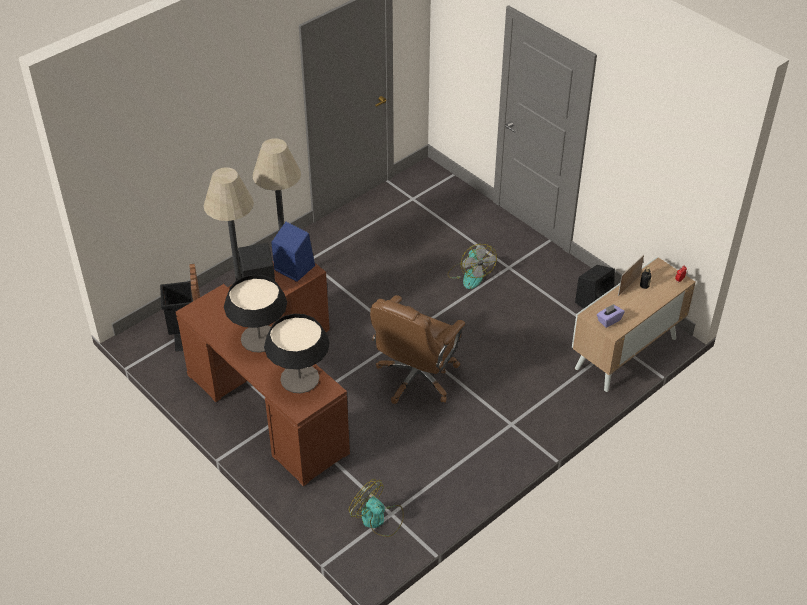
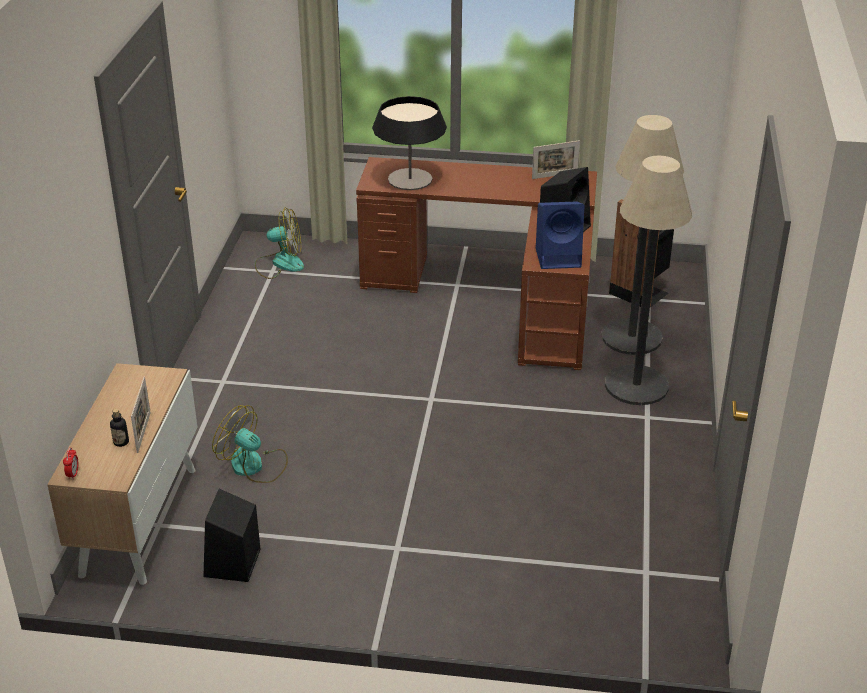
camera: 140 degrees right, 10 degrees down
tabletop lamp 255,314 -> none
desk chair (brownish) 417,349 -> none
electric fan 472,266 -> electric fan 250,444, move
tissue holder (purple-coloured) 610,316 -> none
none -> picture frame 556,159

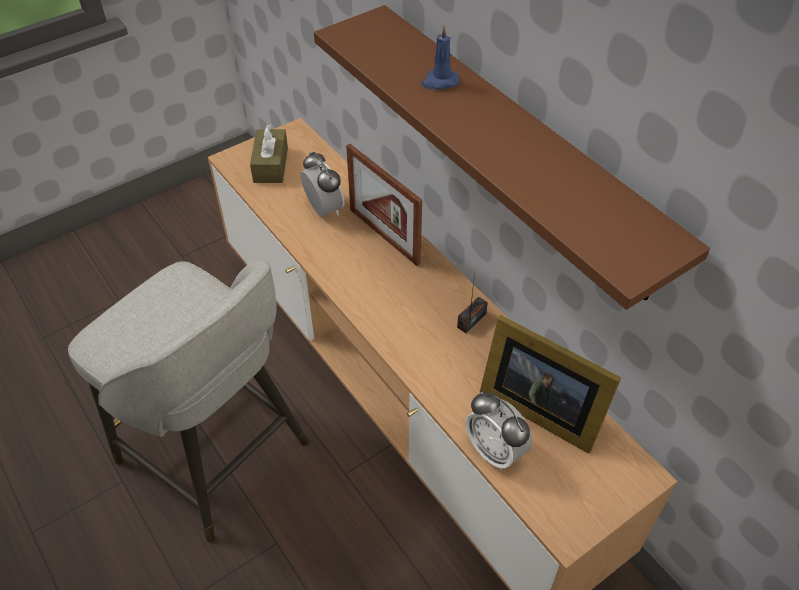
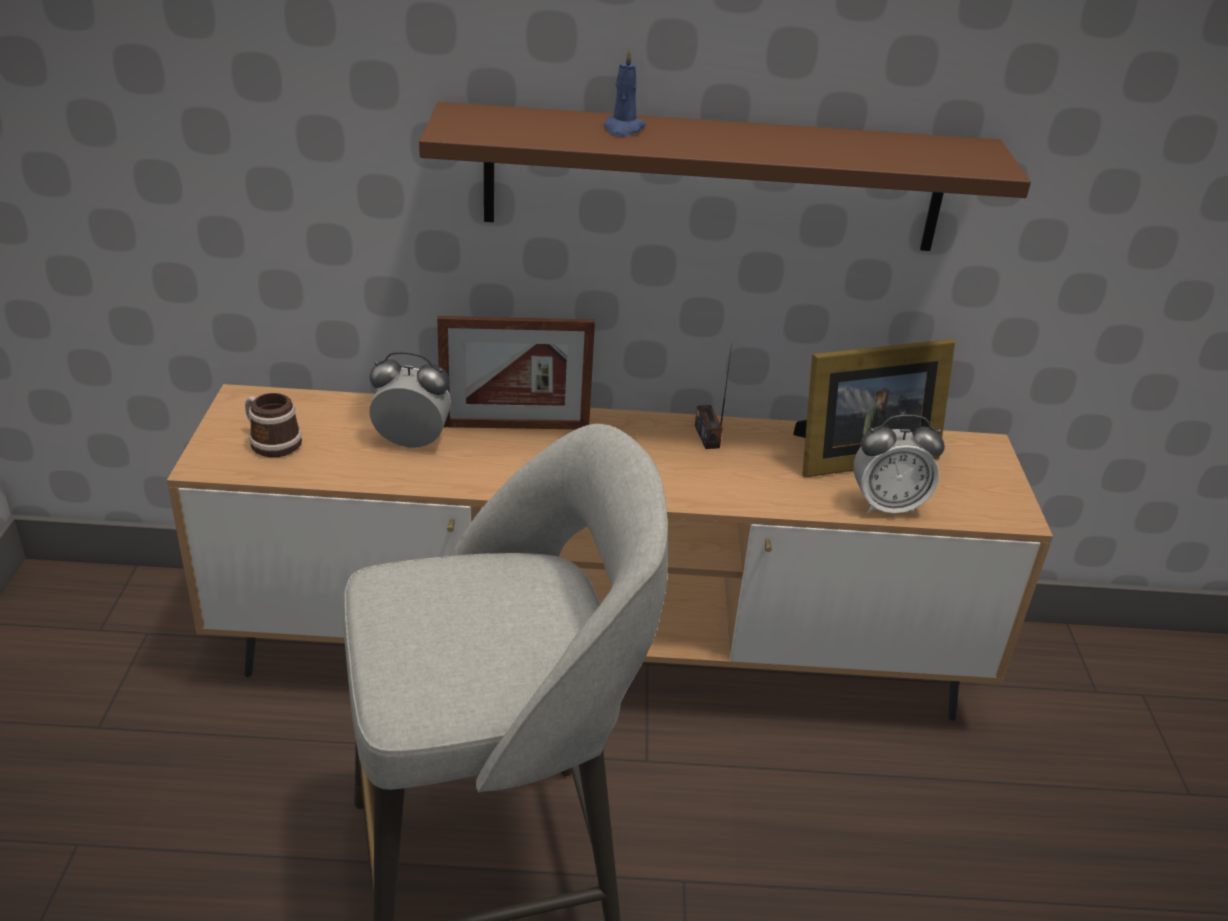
camera: 55 degrees left, 15 degrees down
tissue holder (brownish) 269,153 -> coffee mug 273,425

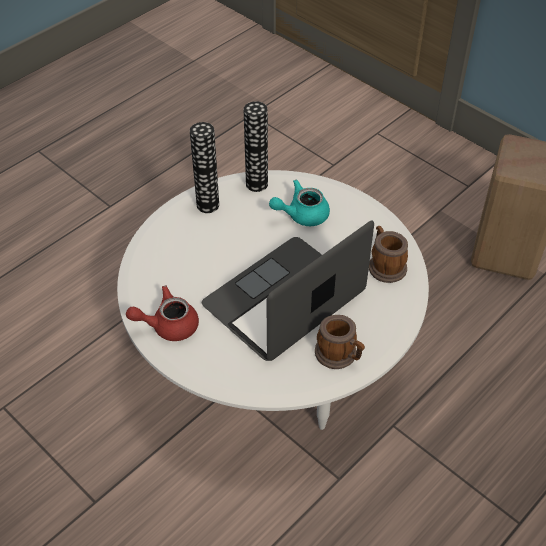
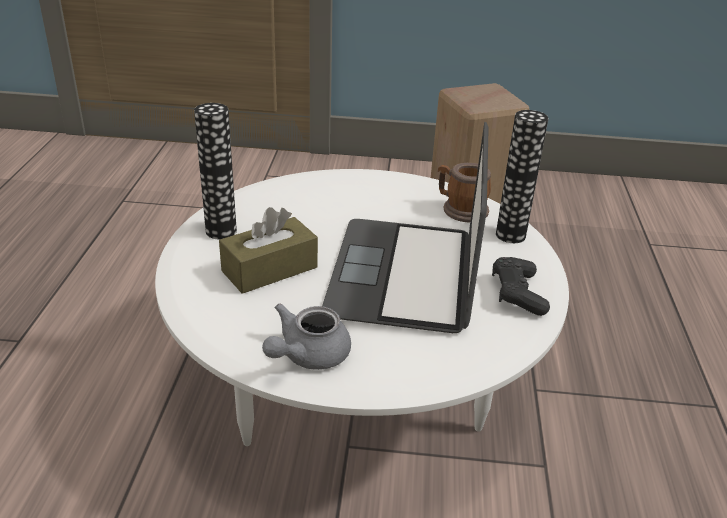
camera: 40 degrees left, 15 degrees down
pot for tea (red) 162,313 -> pot for tea (grey) 306,336
flower vase 256,146 -> flower vase 522,176, move
pot for tea (turquoise-coloured) 299,202 -> none
coffee mug 340,342 -> gamepad (black-coloured) 521,286
none -> tissue holder (brownish) 268,250

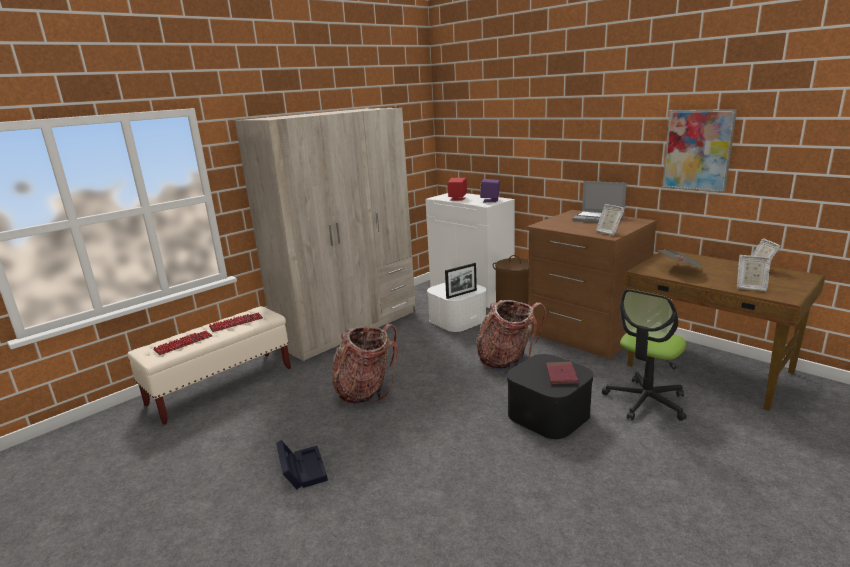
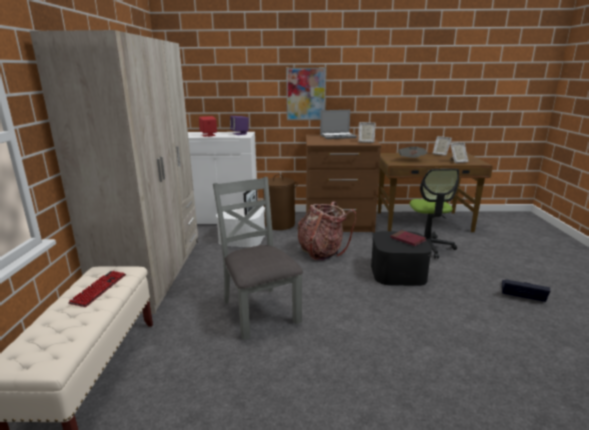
camera: 45 degrees left, 0 degrees up
keyboard 183,343 -> none
storage container (black-coloured) 302,464 -> storage container (black-coloured) 526,290, move
backpack 365,364 -> upright chair (grey) 258,258
picture 699,151 -> picture 306,94, move

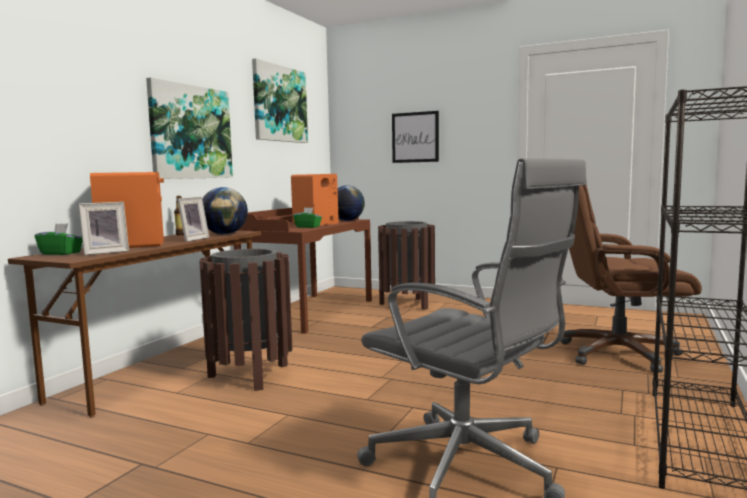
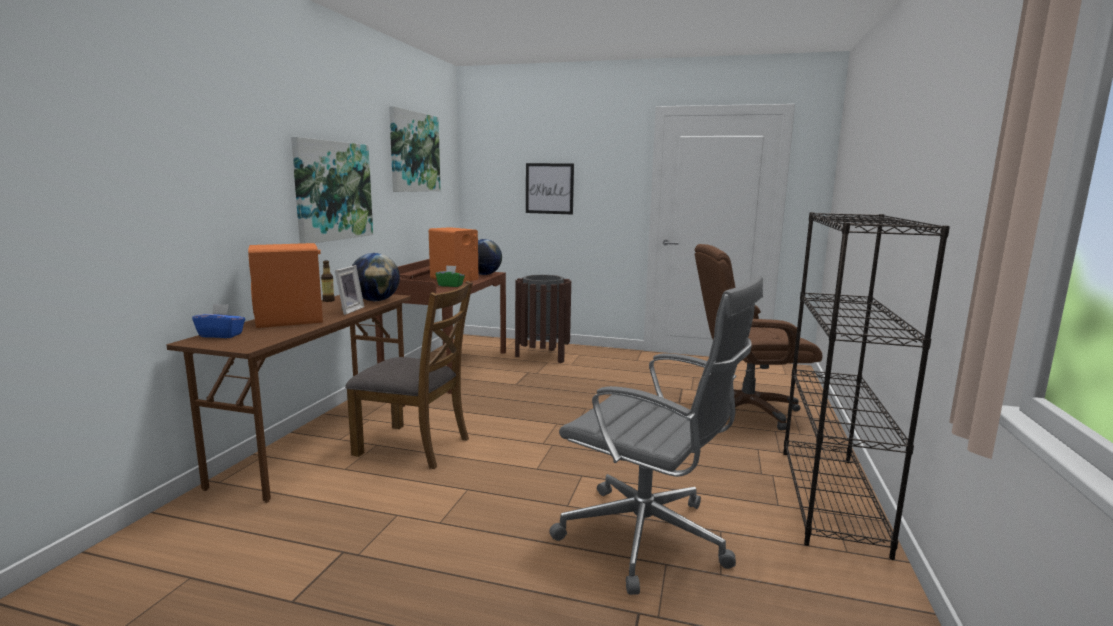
camera: 10 degrees left, 5 degrees up
tissue holder (greenish) 58,239 -> tissue holder (blue-coloured) 218,321
picture frame 103,228 -> none
rubbish bin (brownish) 245,320 -> upright chair (brownish) 409,375

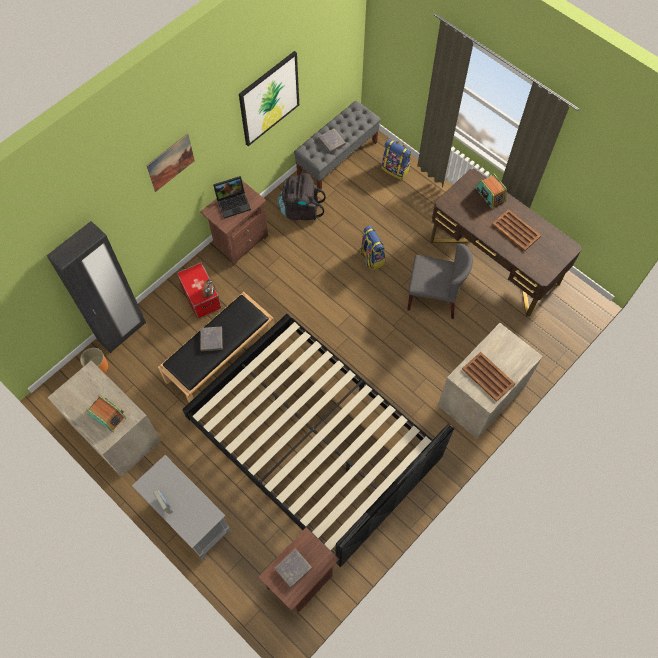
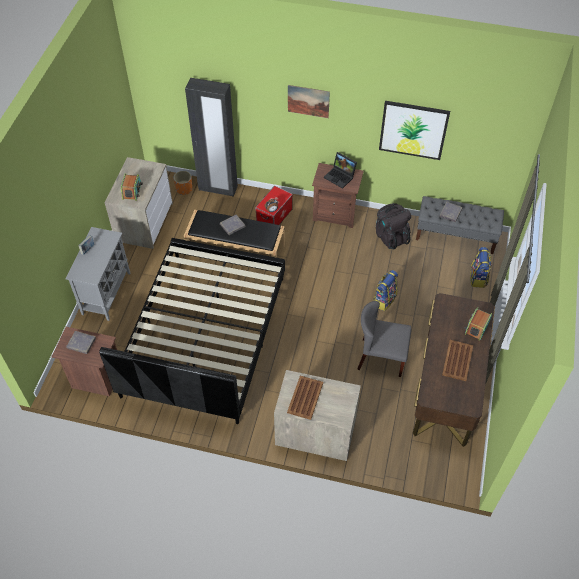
camera: 60 degrees right, 10 degrees down
upright chair (grey) 440,281 -> upright chair (grey) 384,339, 120 degrees clockwise

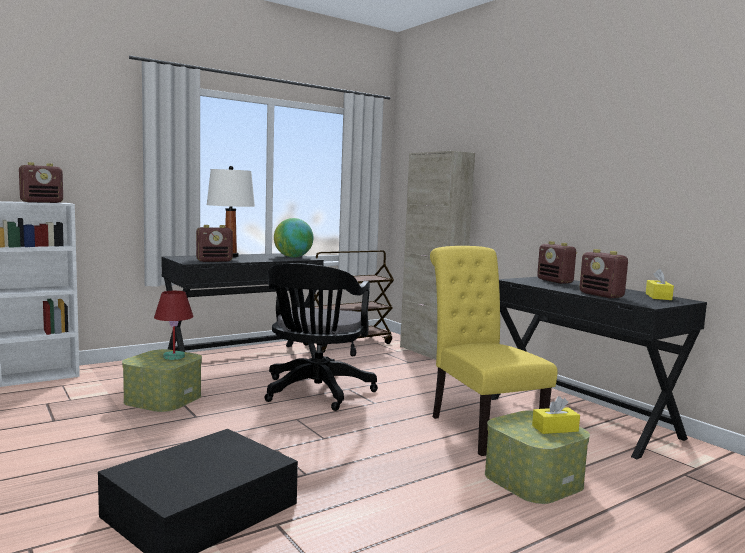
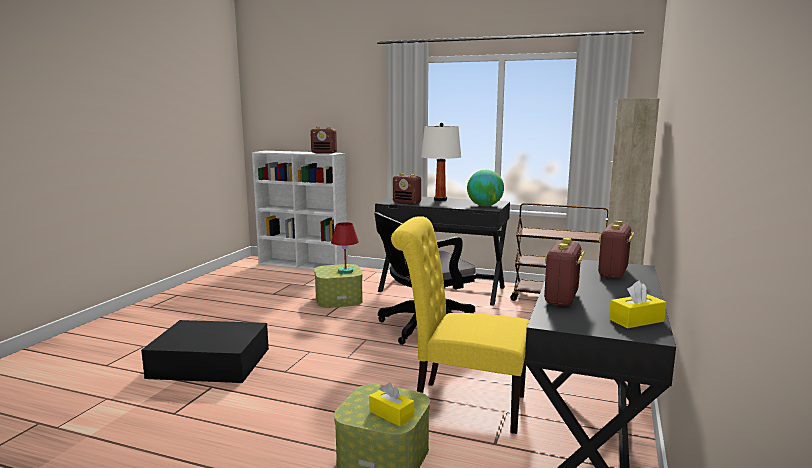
camera: 55 degrees right, 5 degrees up
upright chair (yellow-coloured) 493,351 -> upright chair (yellow-coloured) 460,325, 105 degrees counterclockwise

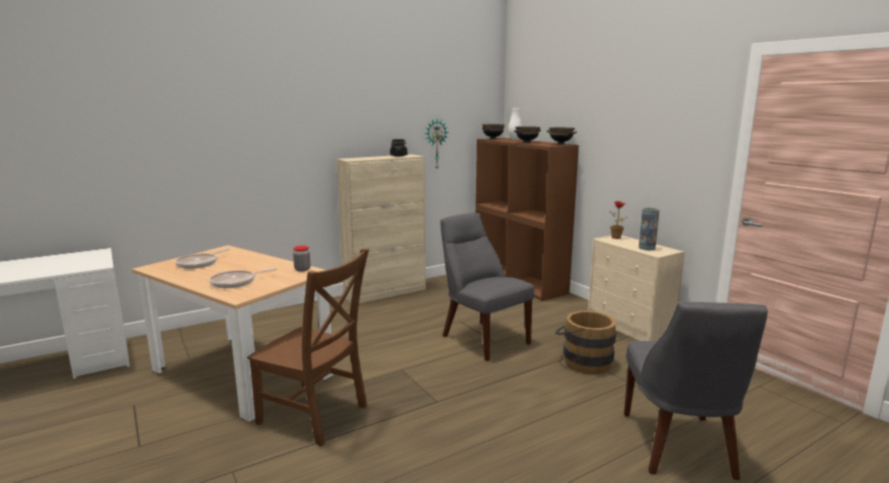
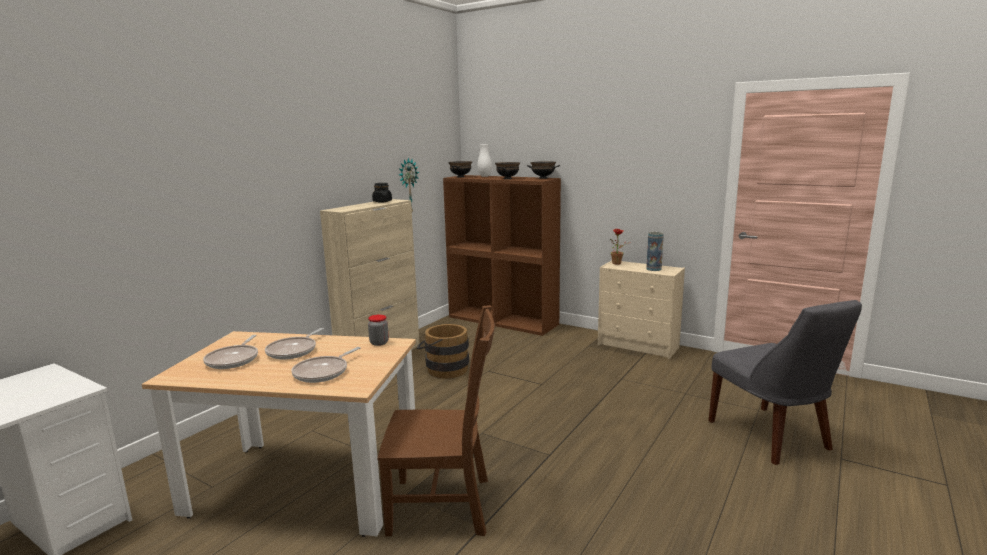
camera: 25 degrees left, 0 degrees up
upright chair (grey) 487,287 -> none
water bucket (brownish) 585,342 -> water bucket (brownish) 443,351, move
none -> skillet 294,344

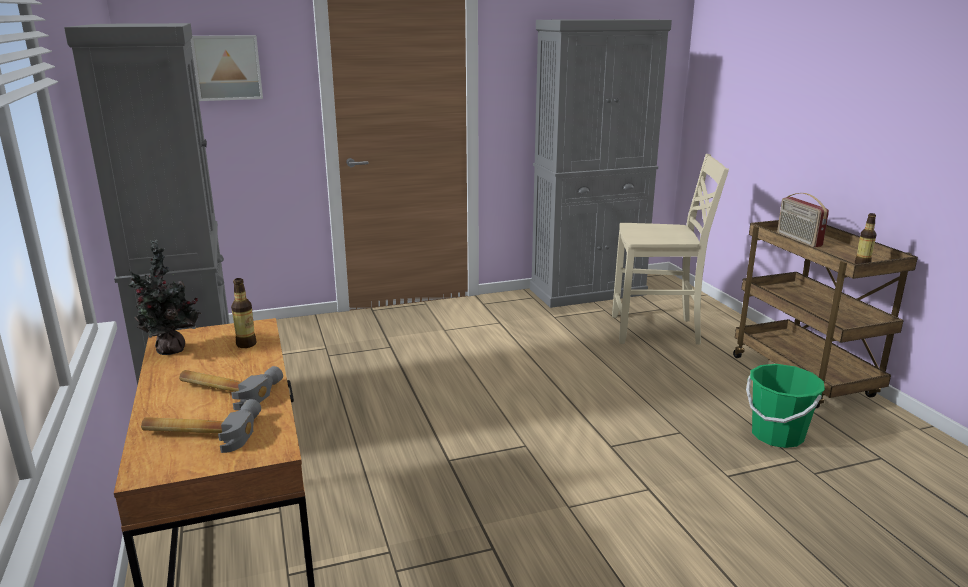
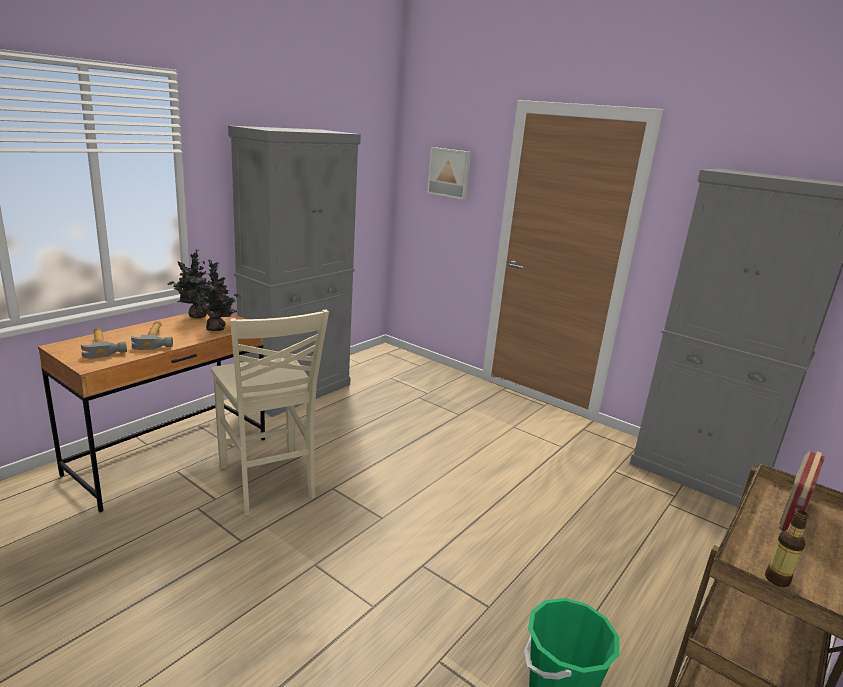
camera: 55 degrees right, 0 degrees up
beverage bottle 244,313 -> plant in a pot 215,295
upright chair (sand-coloured) 670,249 -> upright chair (sand-coloured) 270,412, move

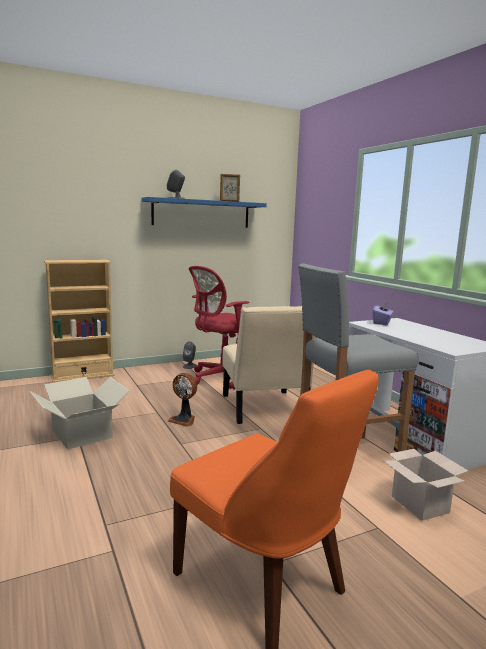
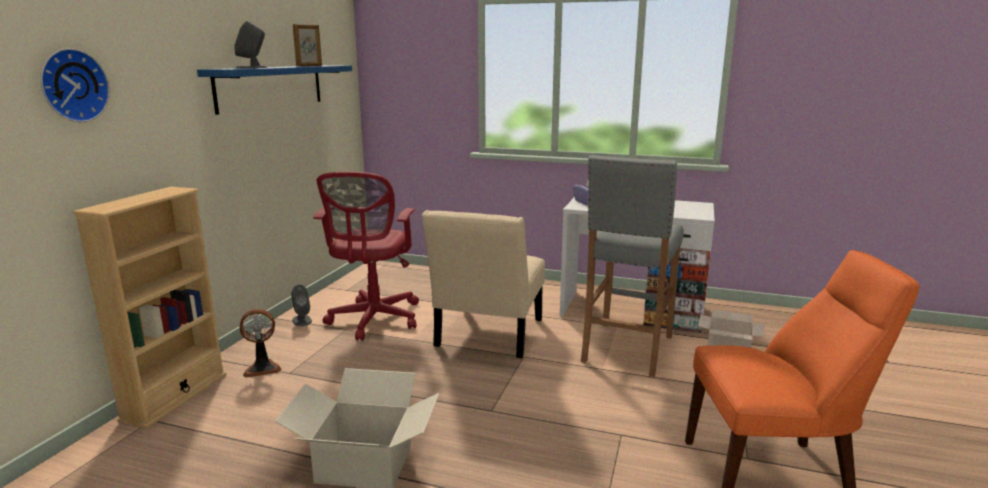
camera: 45 degrees left, 5 degrees up
electric fan 182,400 -> electric fan 261,343, move
upright chair (sand-coloured) 270,365 -> upright chair (sand-coloured) 483,284, 75 degrees clockwise
none -> hanging clock 75,85

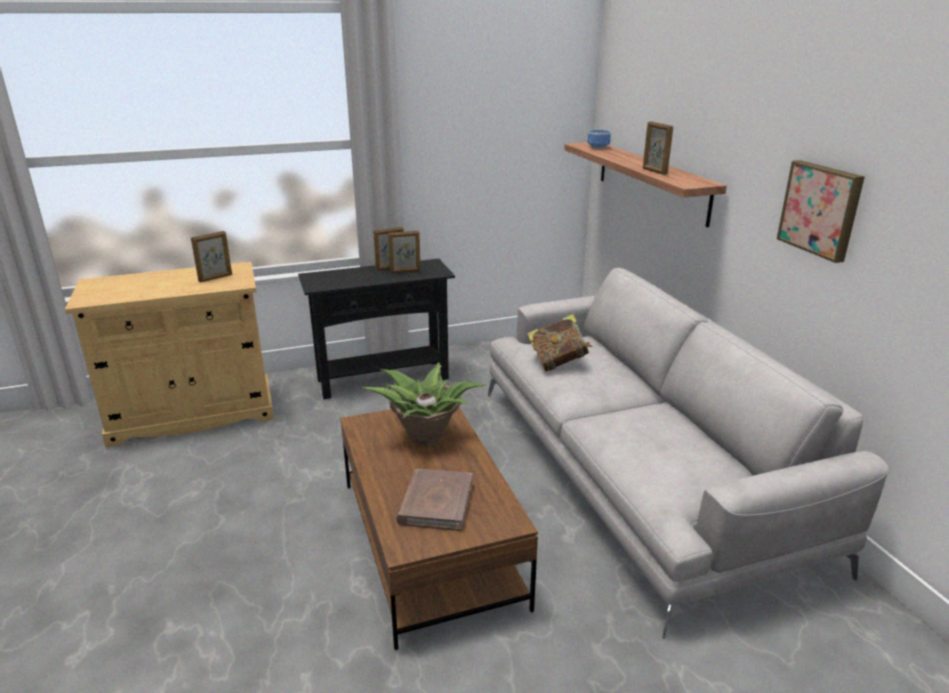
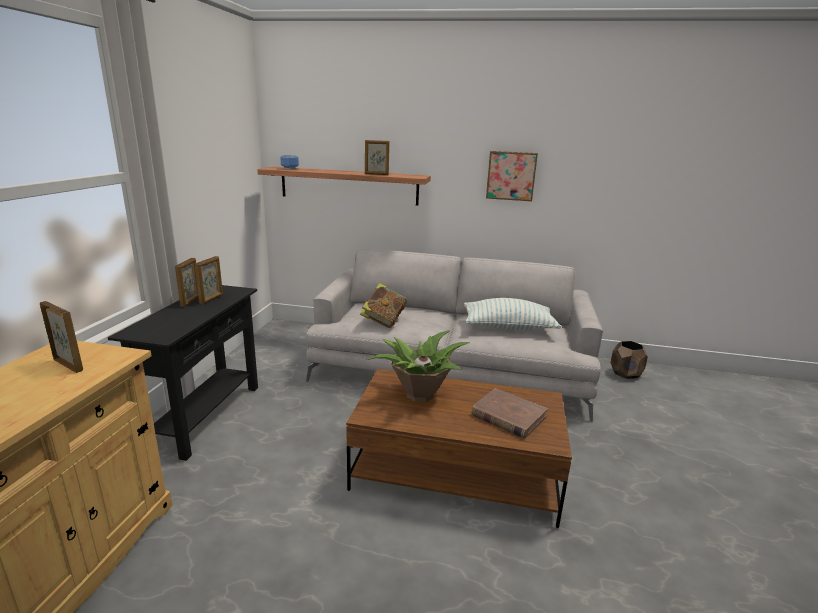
camera: 60 degrees left, 5 degrees down
picture frame 211,257 -> picture frame 61,337, 45 degrees counterclockwise
none -> cushion 512,314
none -> plant pot (brownish) 629,360

